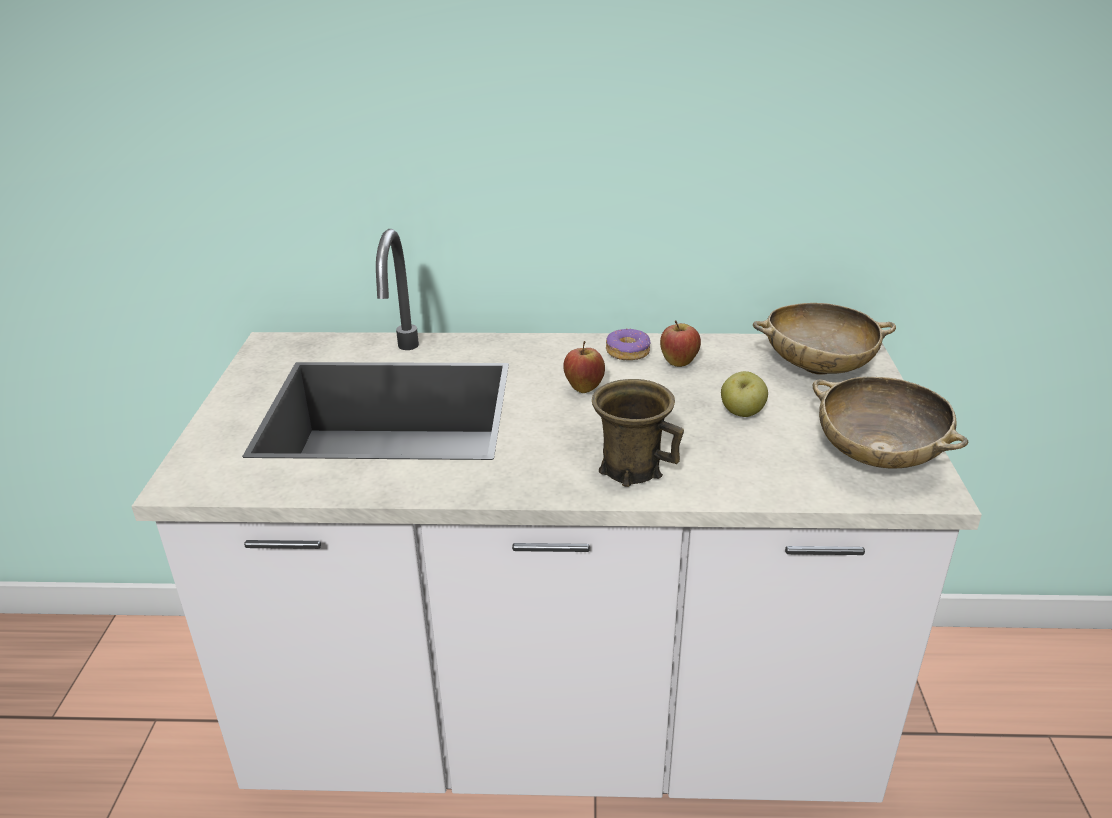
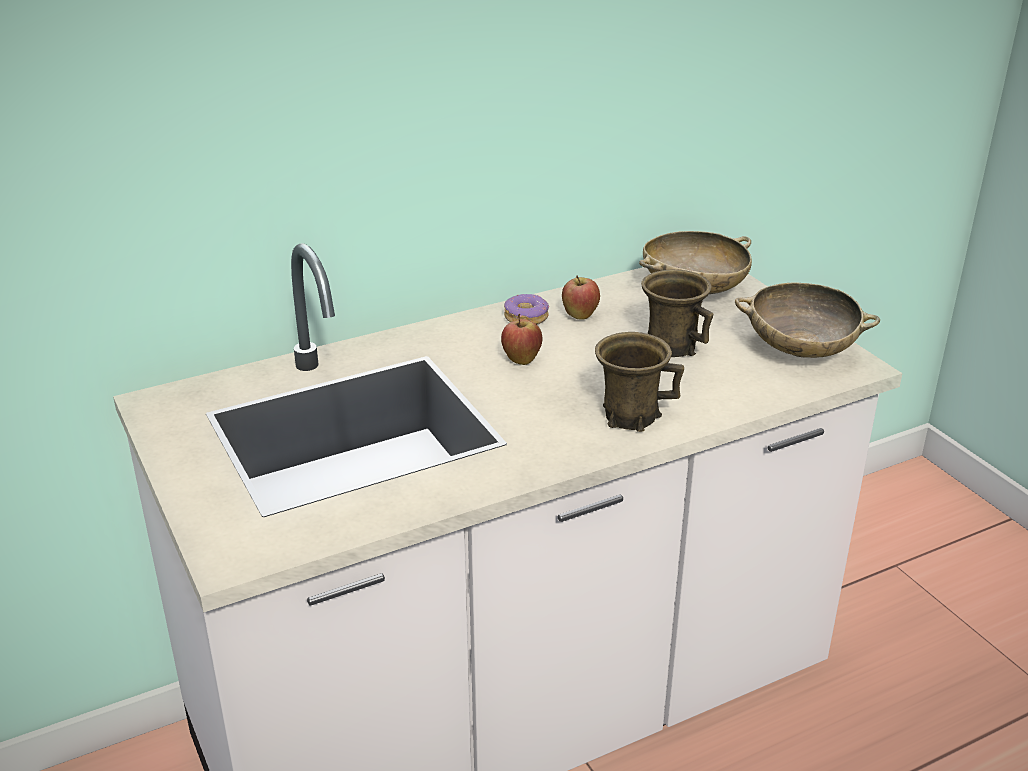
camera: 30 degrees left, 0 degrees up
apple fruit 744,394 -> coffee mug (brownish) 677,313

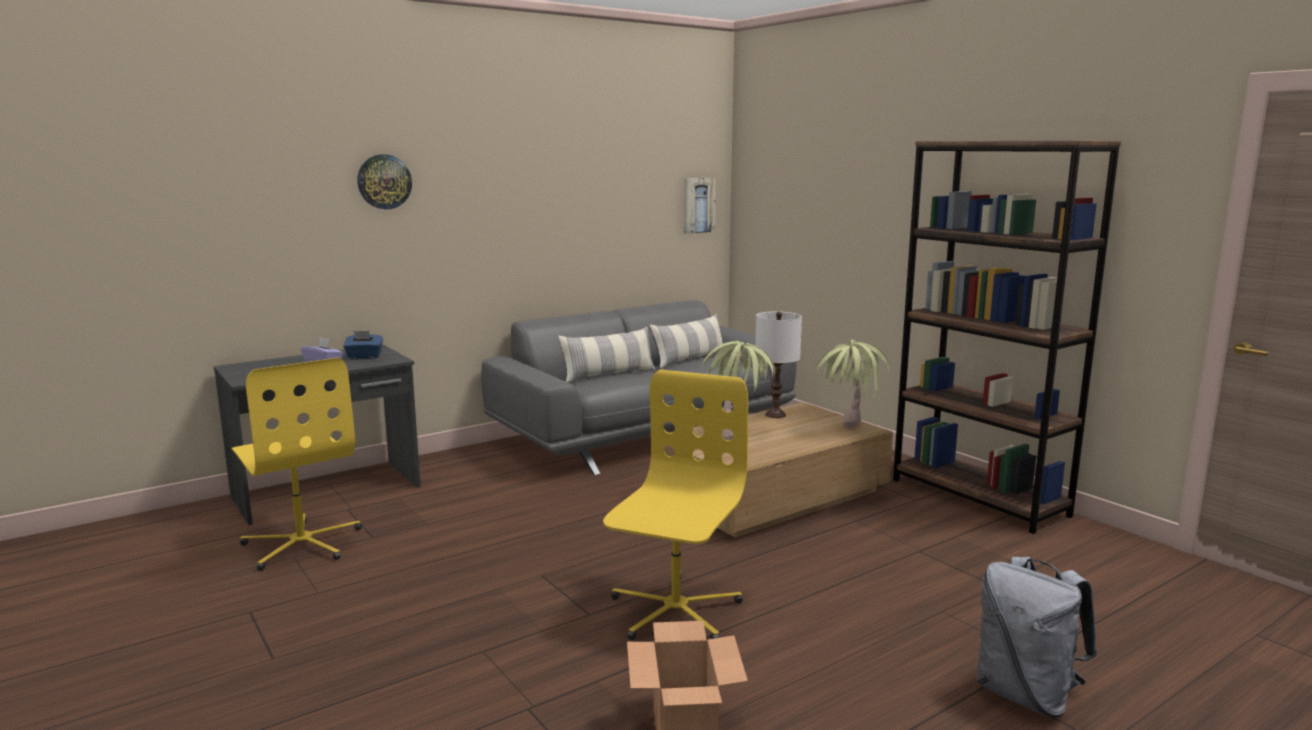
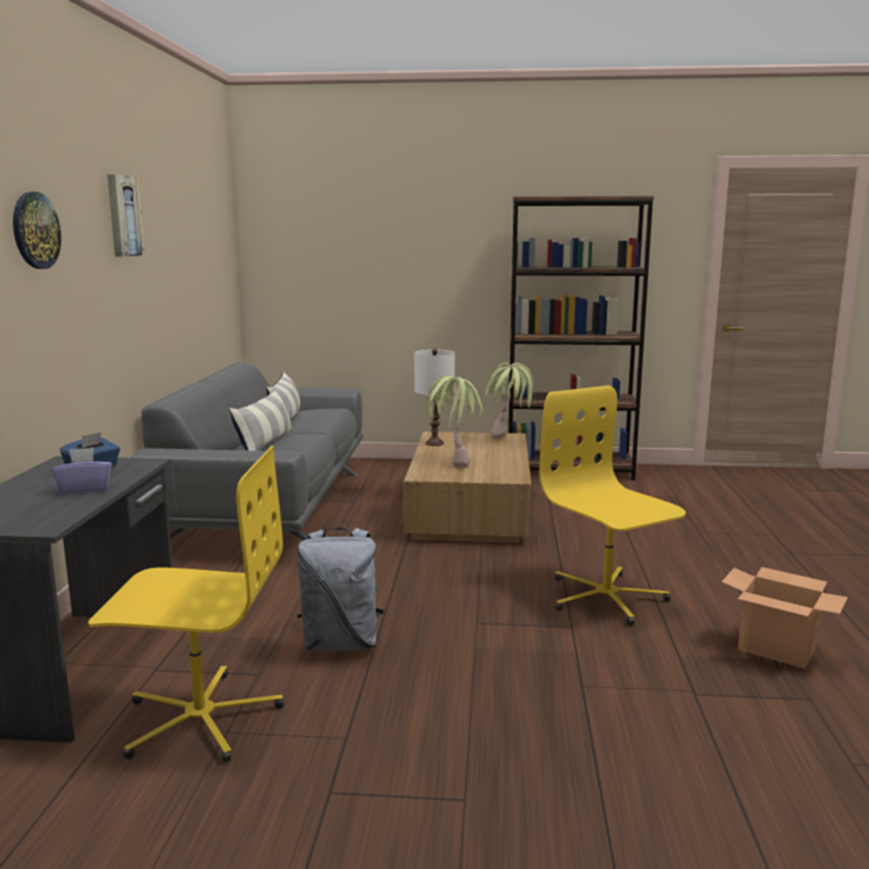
camera: 50 degrees left, 0 degrees up
picture 700,206 -> picture 126,215, move
backpack (grey) 1036,637 -> backpack (grey) 340,589, move

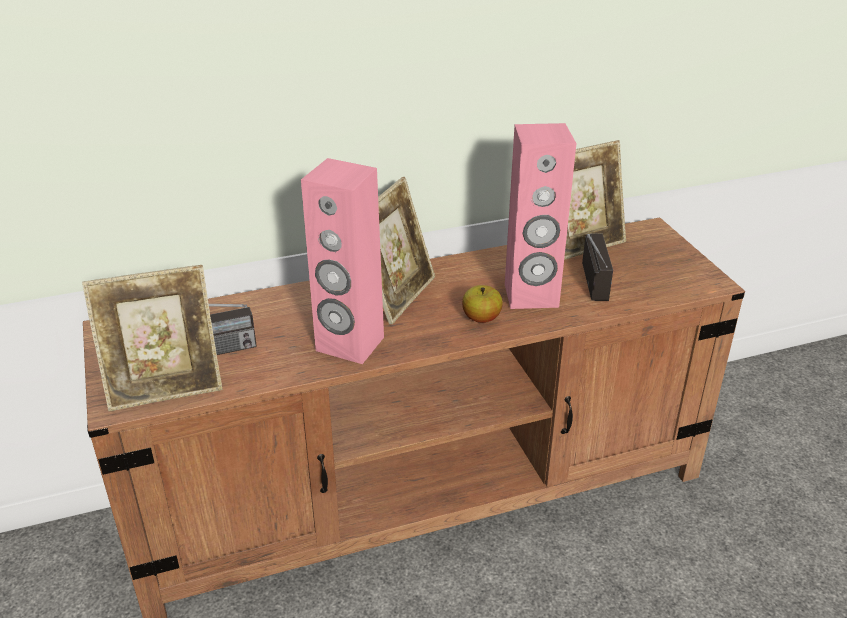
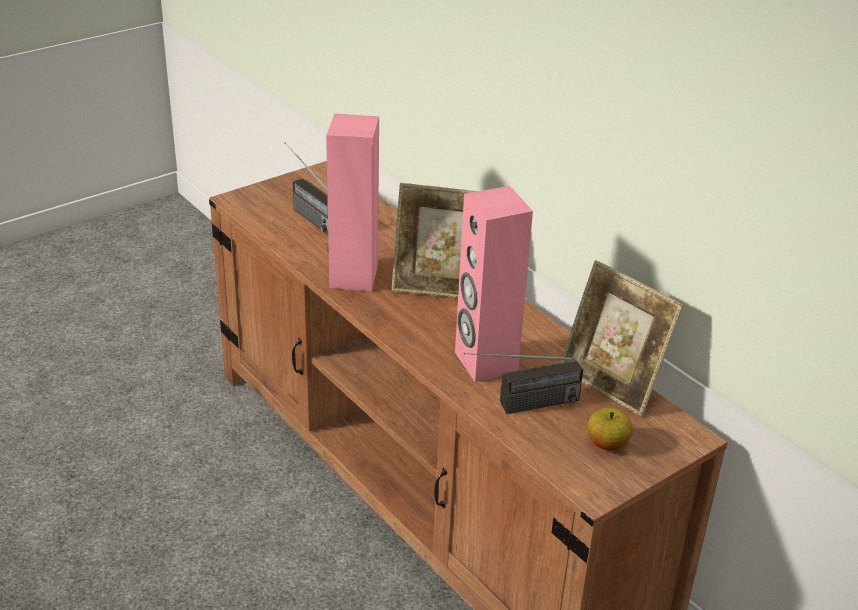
camera: 70 degrees right, 0 degrees up
picture frame 152,338 -> none
apple fruit 482,304 -> apple fruit 609,429, move

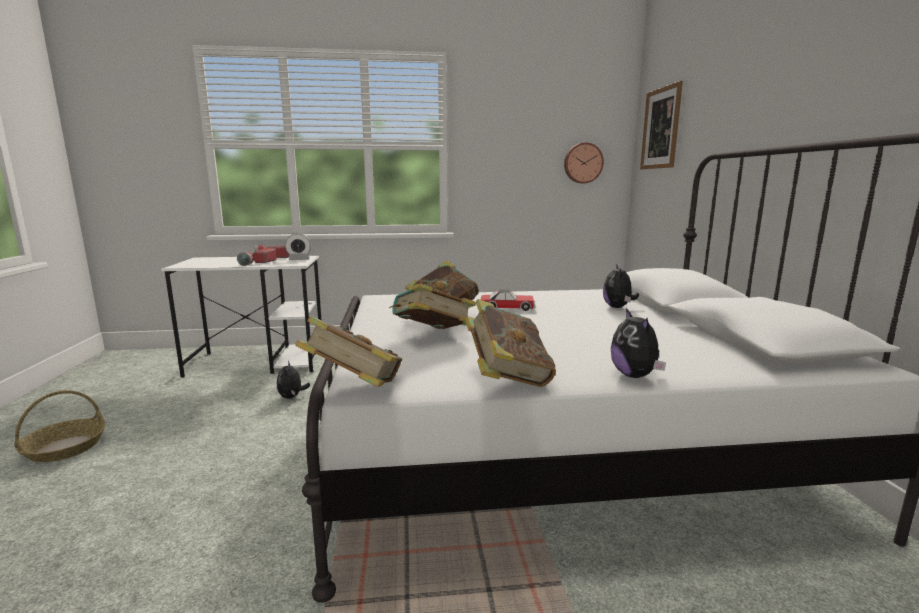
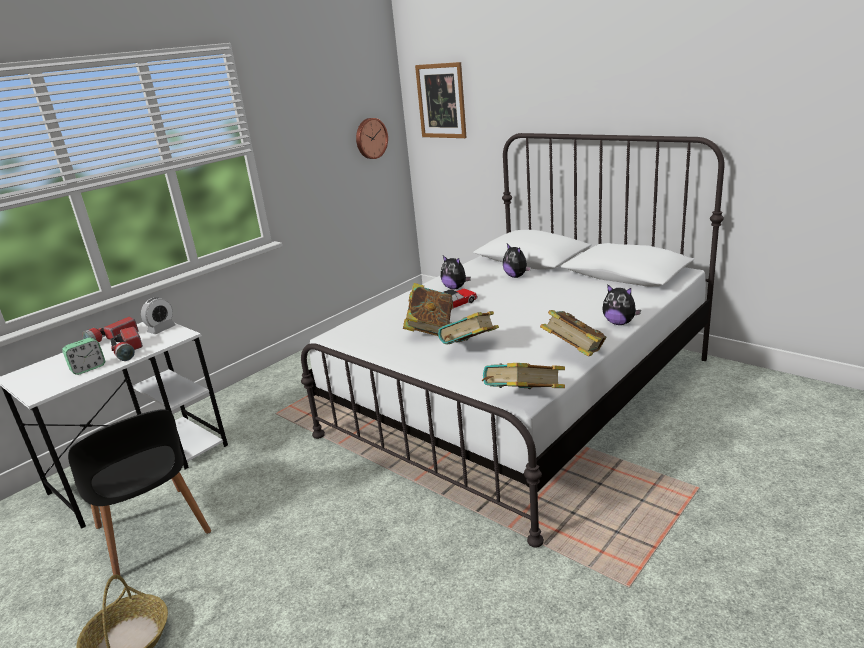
camera: 40 degrees left, 10 degrees up
cuddly toy 293,380 -> cuddly toy 456,272, move
none -> bedside clock 83,356
none -> upright chair (black-coloured) 139,494

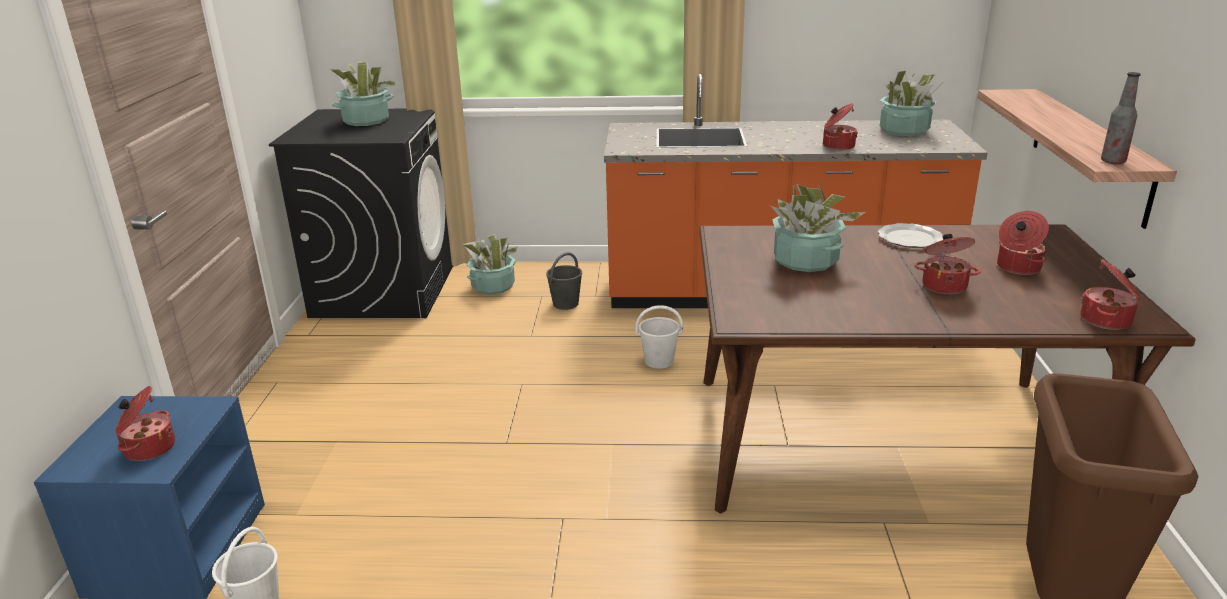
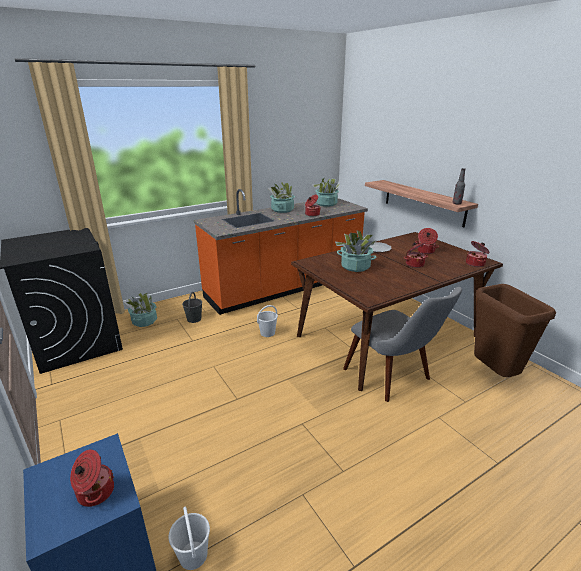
camera: 35 degrees left, 0 degrees up
plant in a pot 363,93 -> plant in a pot 281,197, move
none -> upright chair (grey) 402,344

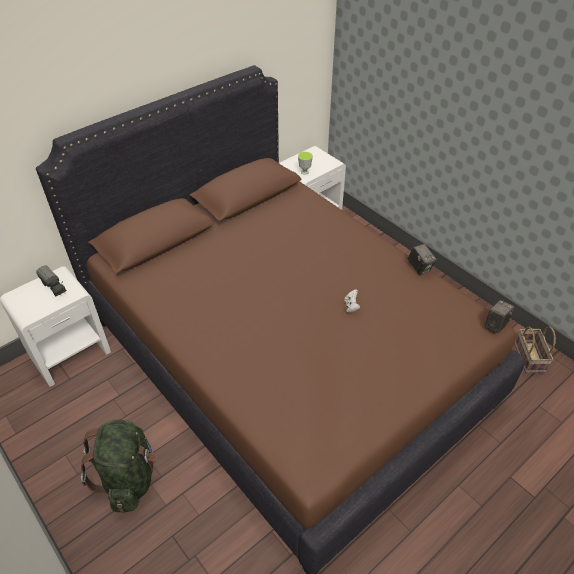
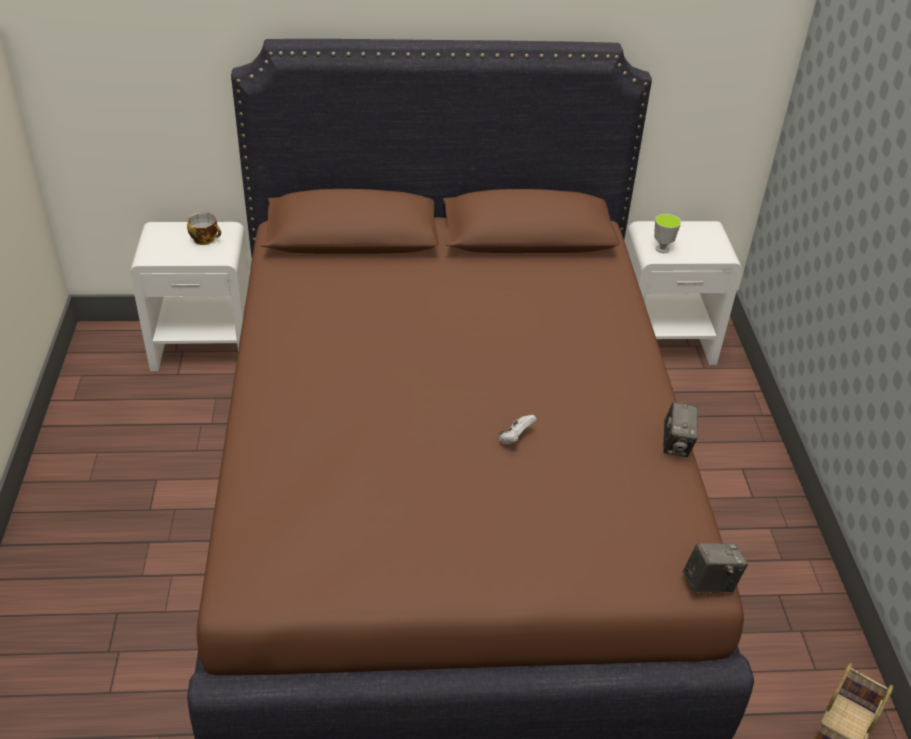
camera: 35 degrees right, 5 degrees down
model truck 51,281 -> drinking cup 204,229
backpack (greenish) 119,466 -> none

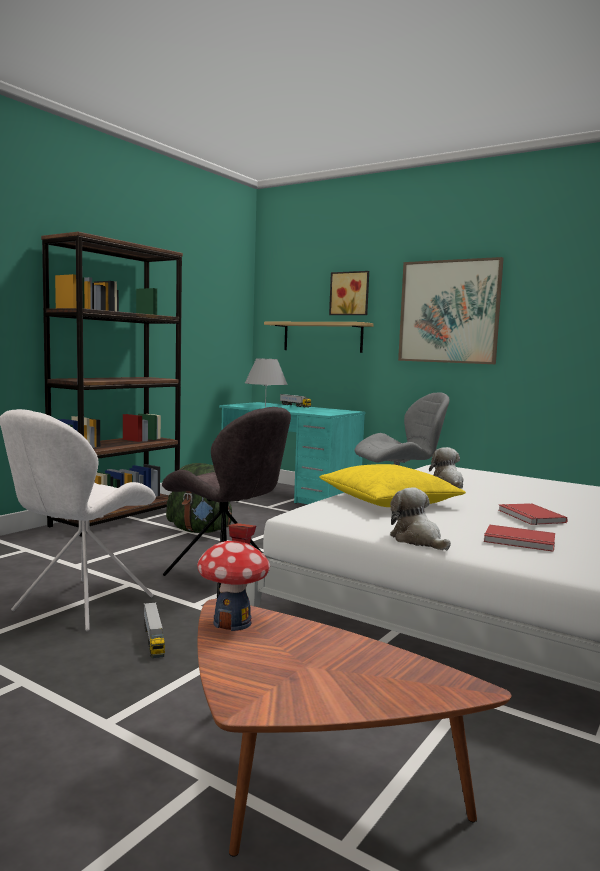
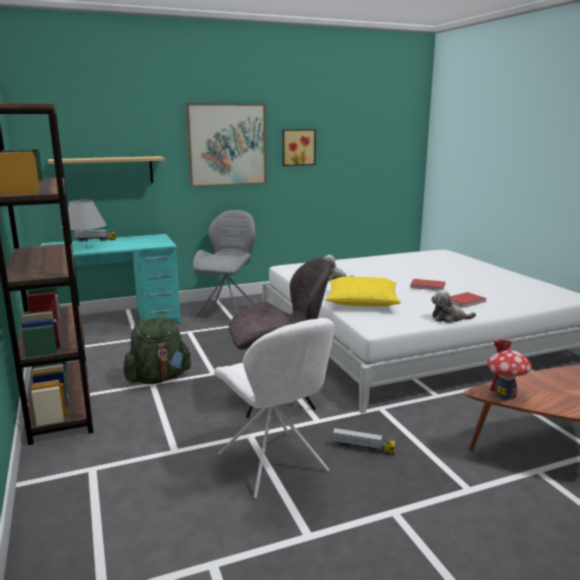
camera: 55 degrees left, 10 degrees up
picture 349,293 -> picture 299,147, move

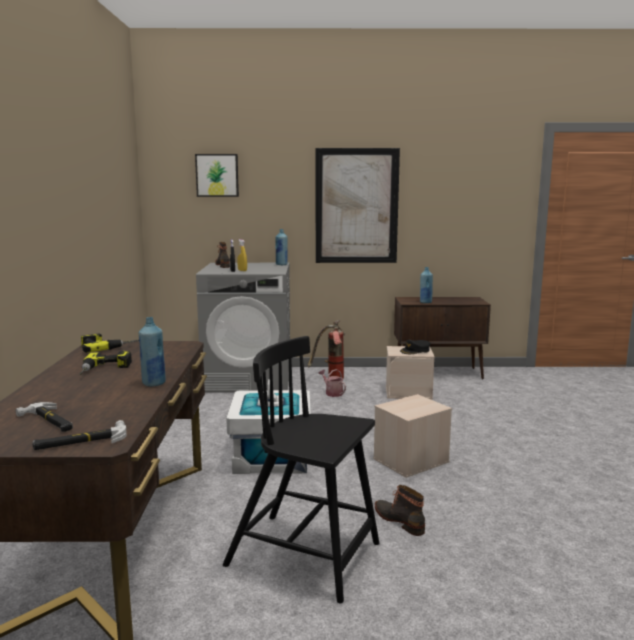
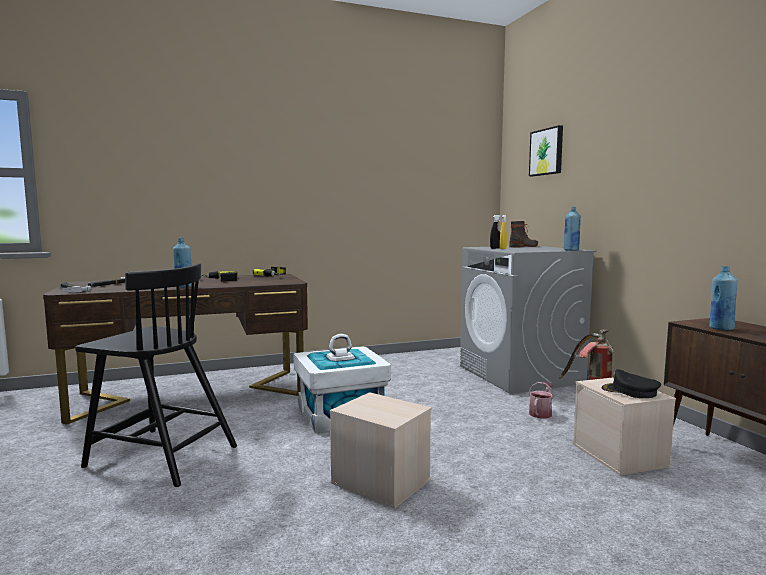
camera: 70 degrees right, 5 degrees down
upright chair (black-coloured) 301,469 -> upright chair (black-coloured) 156,375, 105 degrees clockwise
picture 358,205 -> none
tall boot 400,510 -> none

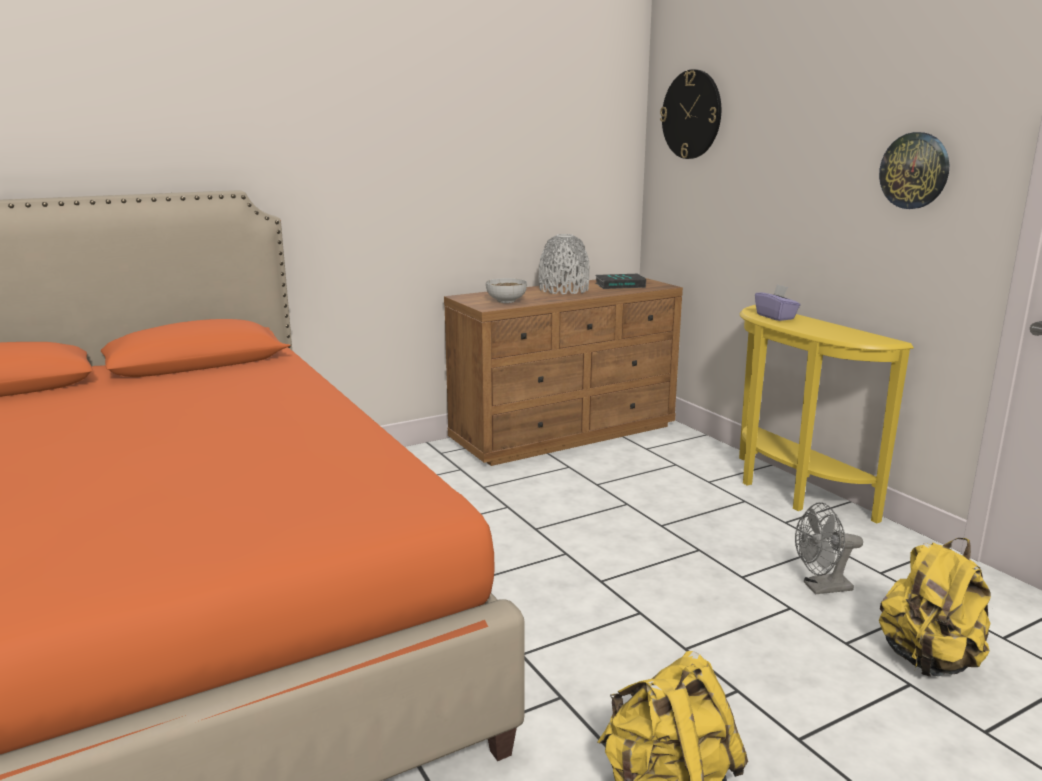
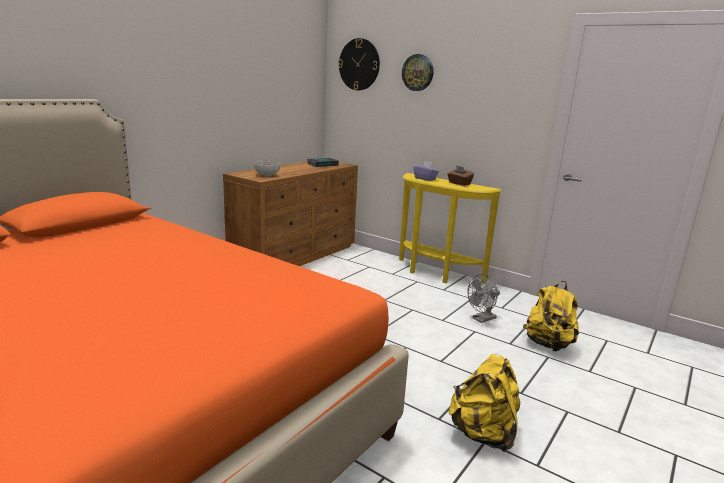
camera: 25 degrees left, 0 degrees up
flower vase (grey) 564,264 -> none
hanging clock 914,170 -> hanging clock 417,72, move
none -> tissue holder (brownish) 460,175

